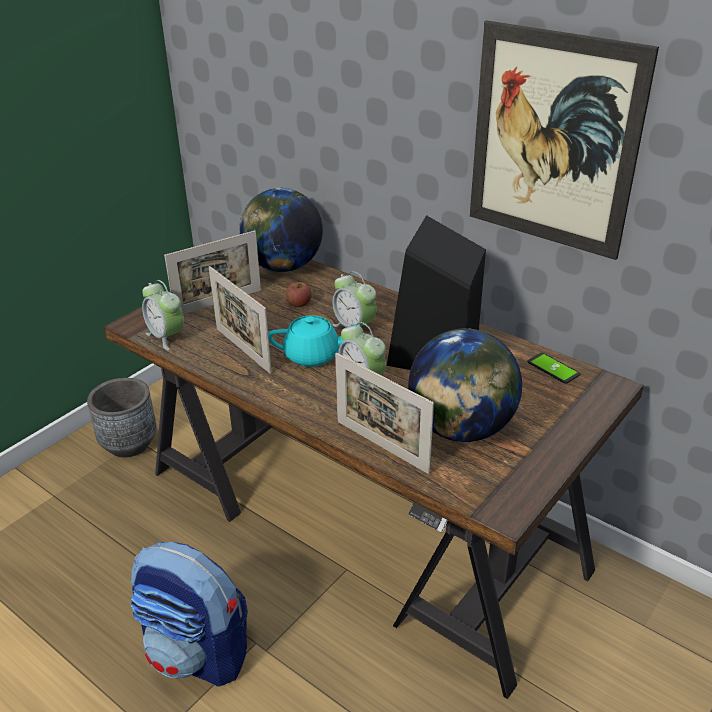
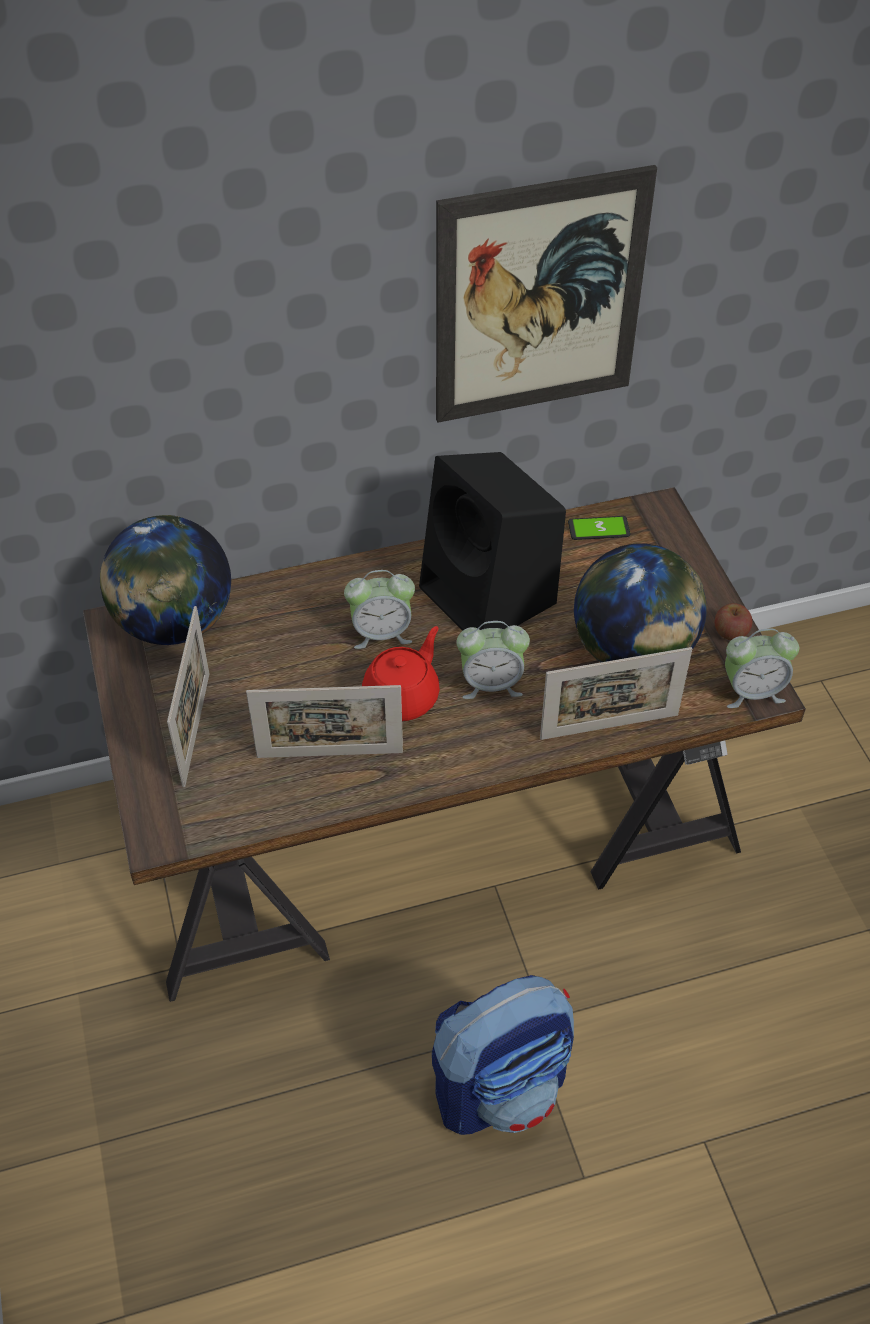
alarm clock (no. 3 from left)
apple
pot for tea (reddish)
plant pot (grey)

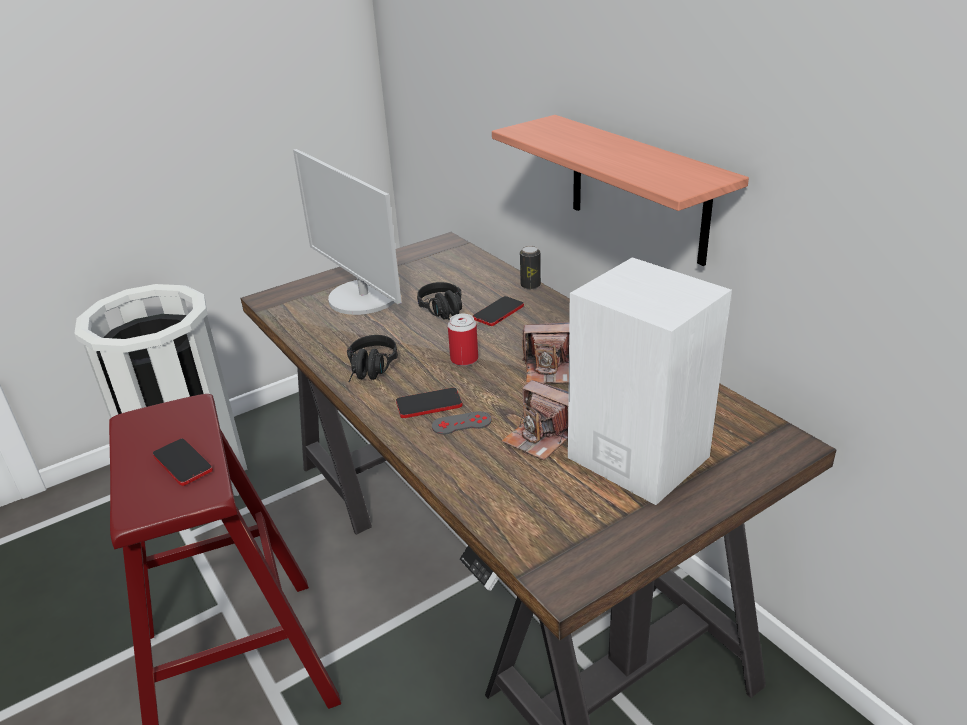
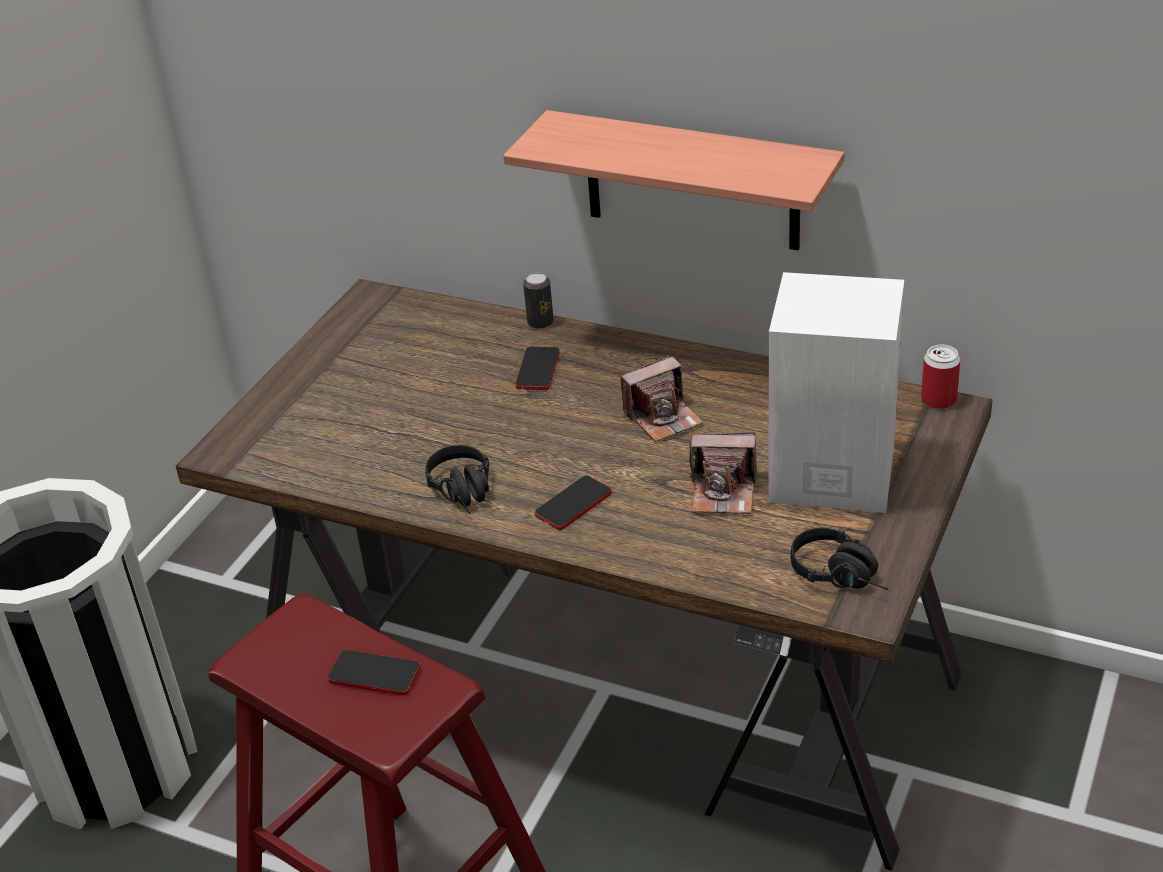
monitor
pair of headphones (black) (no. 2 from left)
metal can (no. 2 from left)
gamepad (grey)

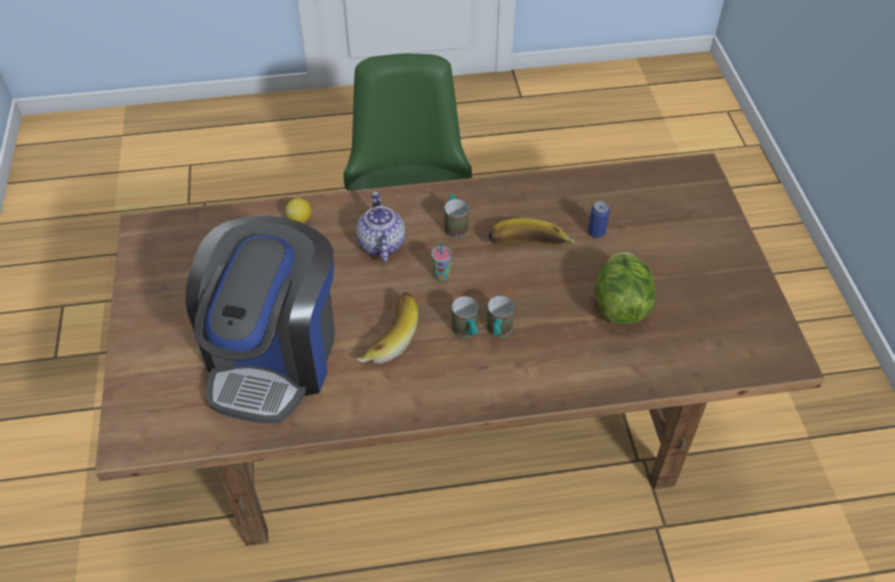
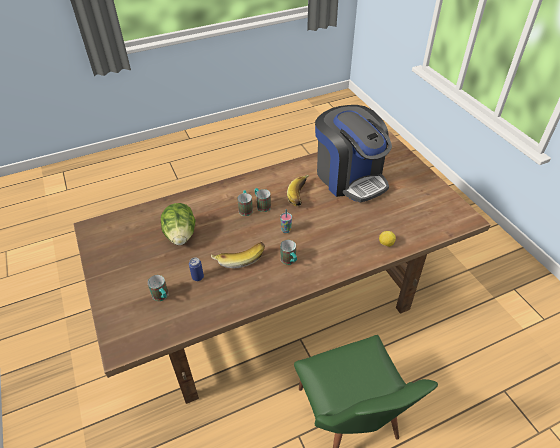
pot for tea
coffee machine
coffee mug (no. 1 from left)

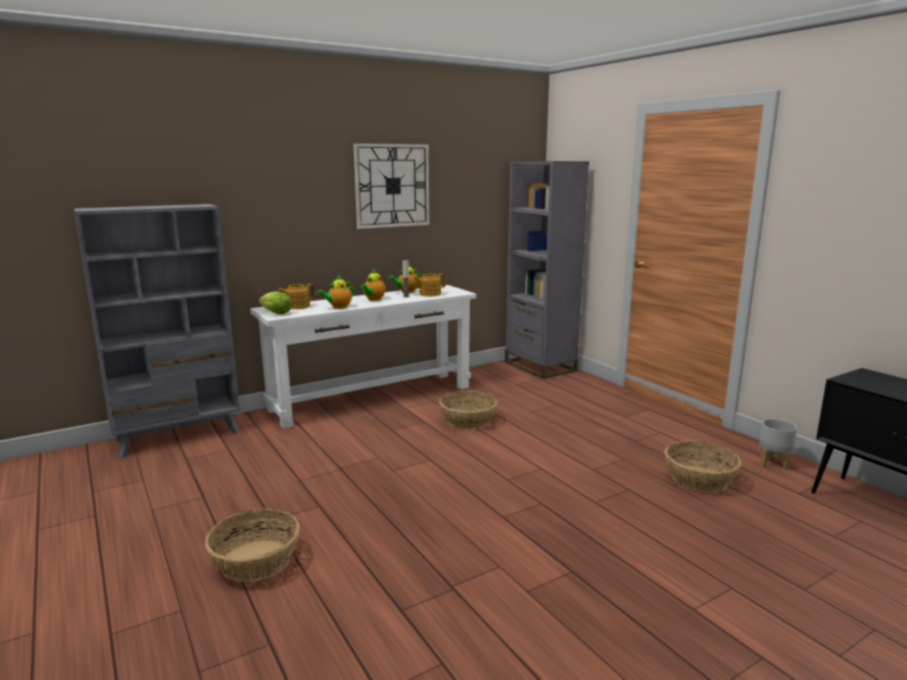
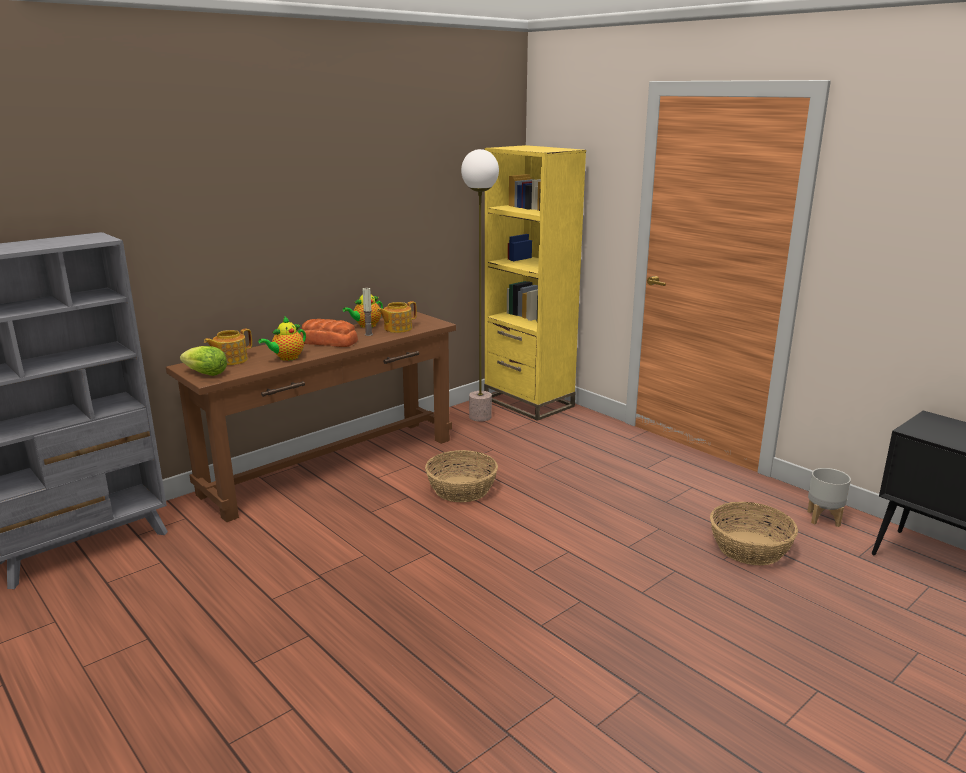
clock on the wall
bookcase (yellow-coloured)
baked bread
hall table (brown)
basket (no. 1 from left in the first image)
floor lamp

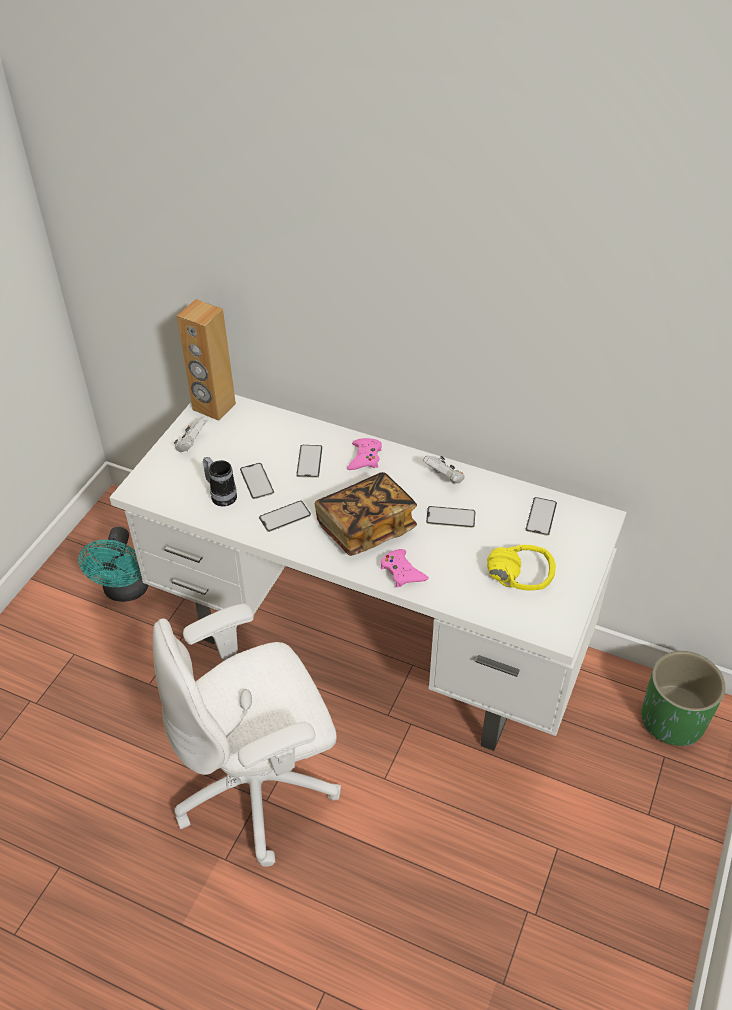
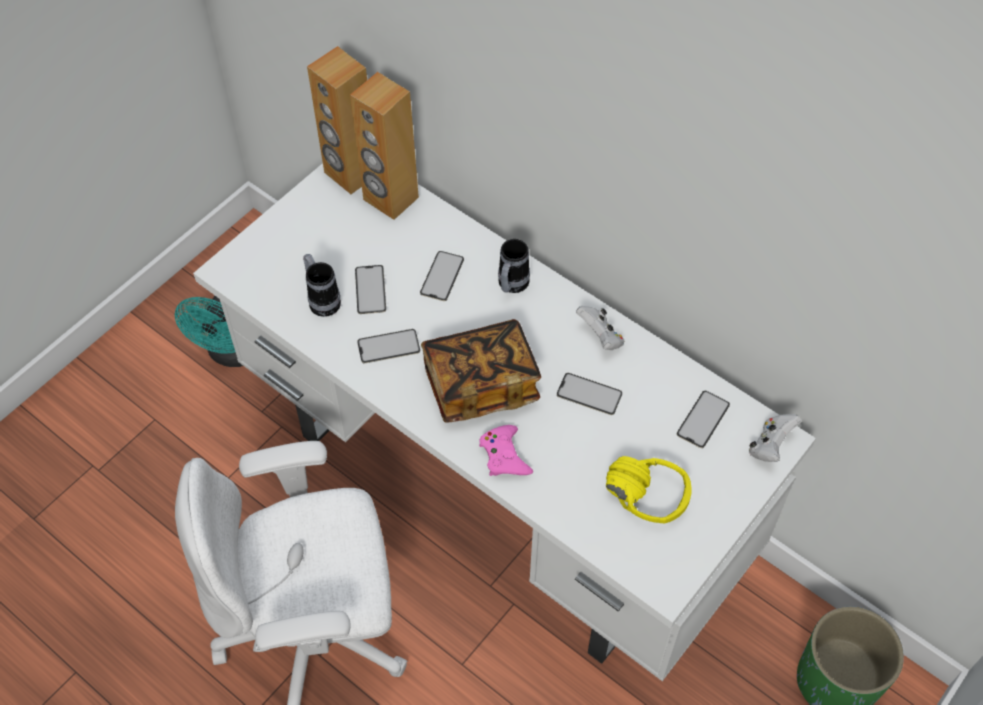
gamepad (whitish) (no. 2 from left)
coffee mug (no. 2 from left)
speaker (brown) (no. 2 from left)

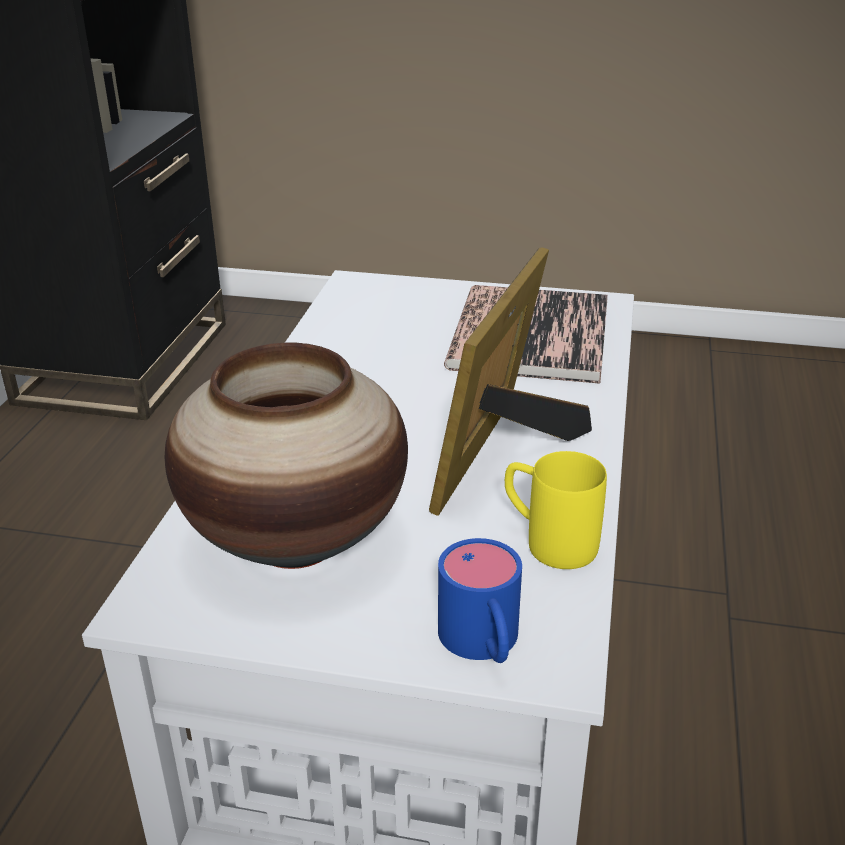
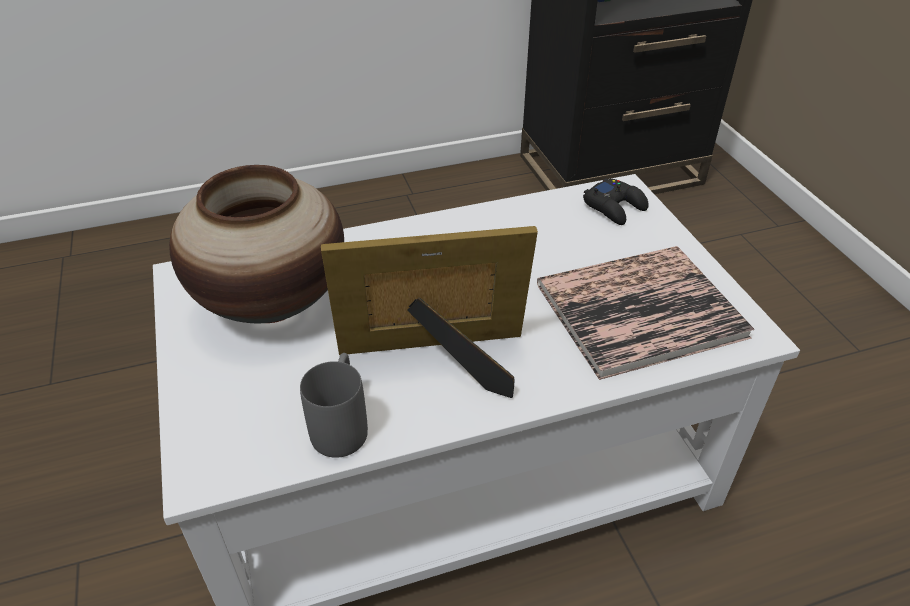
coffee mug (grey)
coffee mug (blue)
gamepad (black)

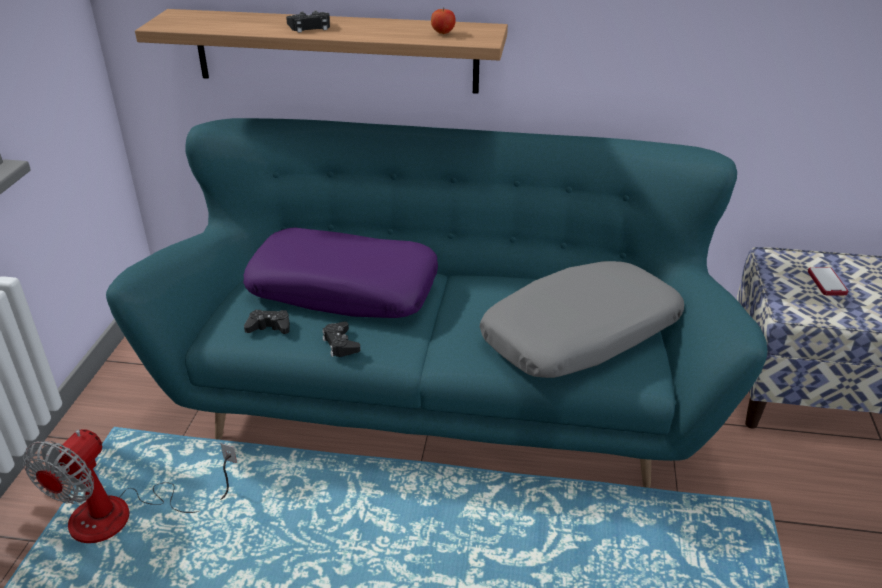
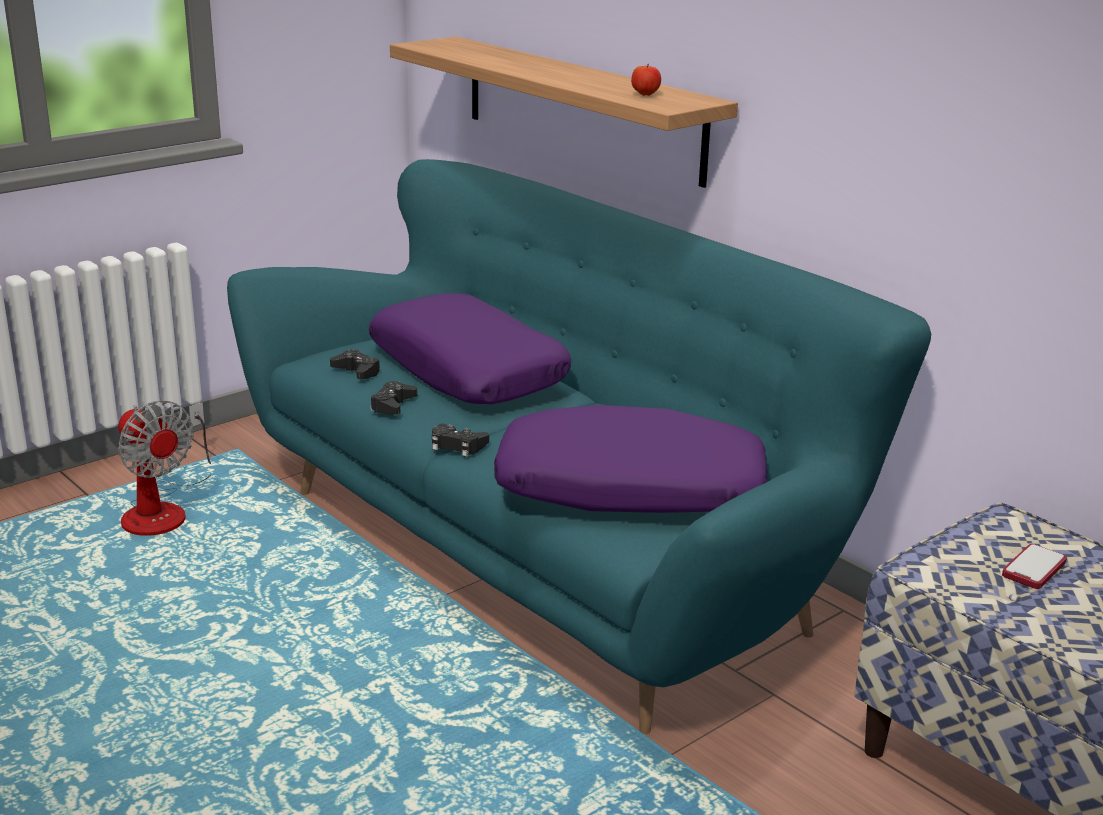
gamepad (black) (no. 3 from left)
pillow (purple) (no. 2 from left)
electric fan

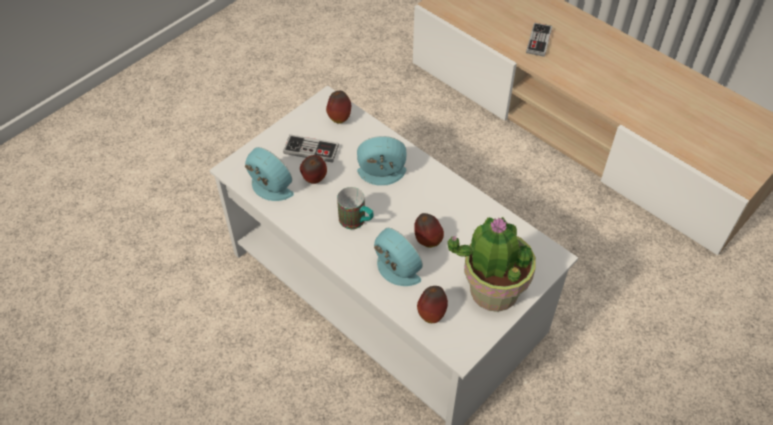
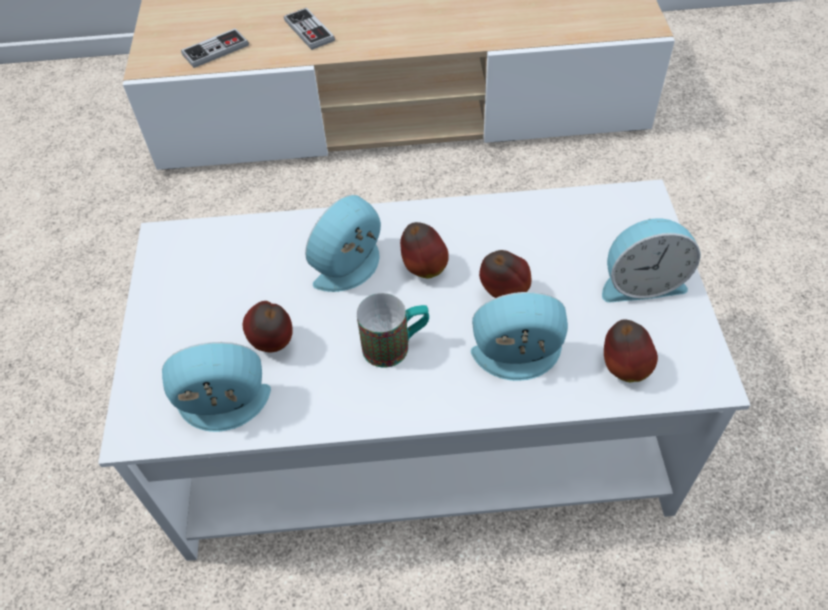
apple (no. 2 from left)
gamepad (no. 1 from left)
alarm clock (no. 4 from left)

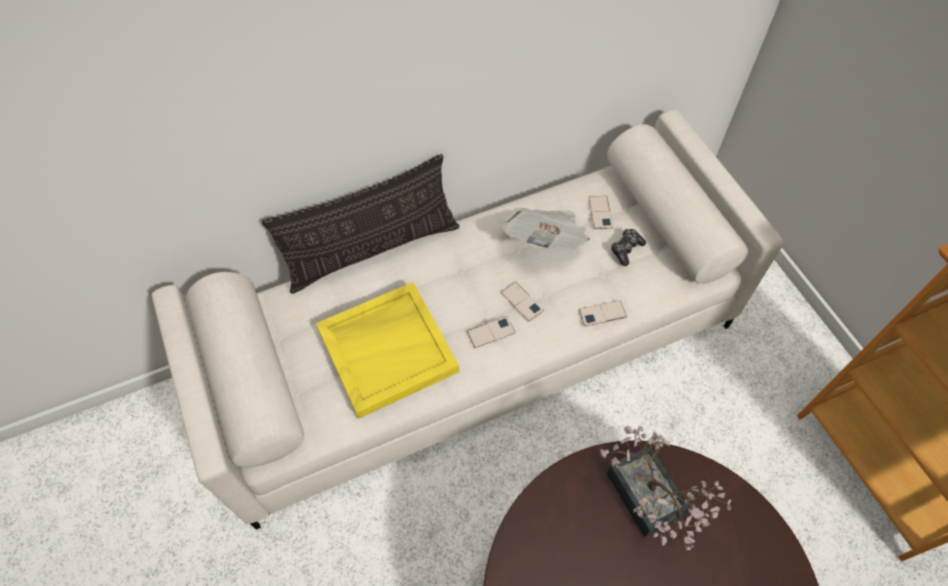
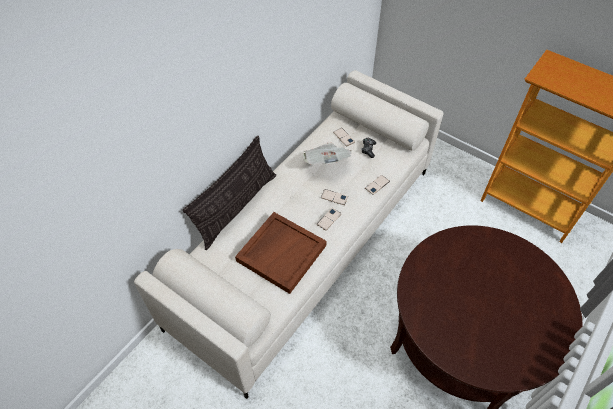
tray (brown)
plant in a pot

